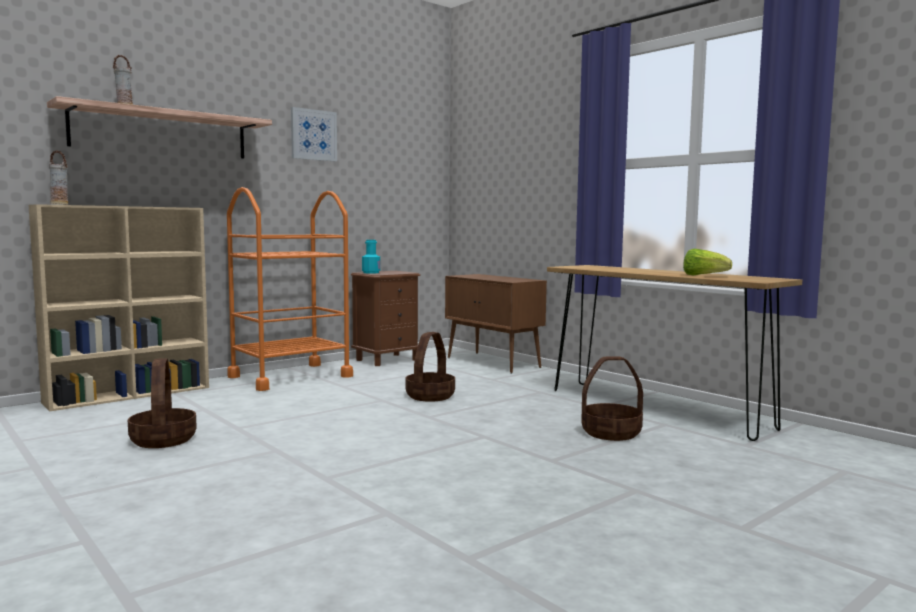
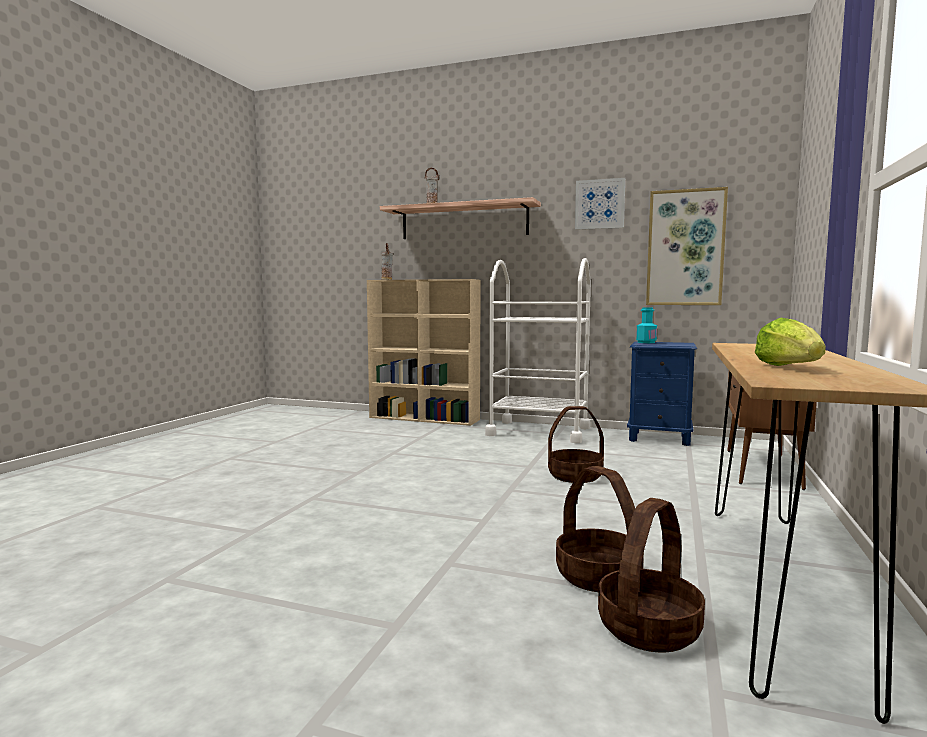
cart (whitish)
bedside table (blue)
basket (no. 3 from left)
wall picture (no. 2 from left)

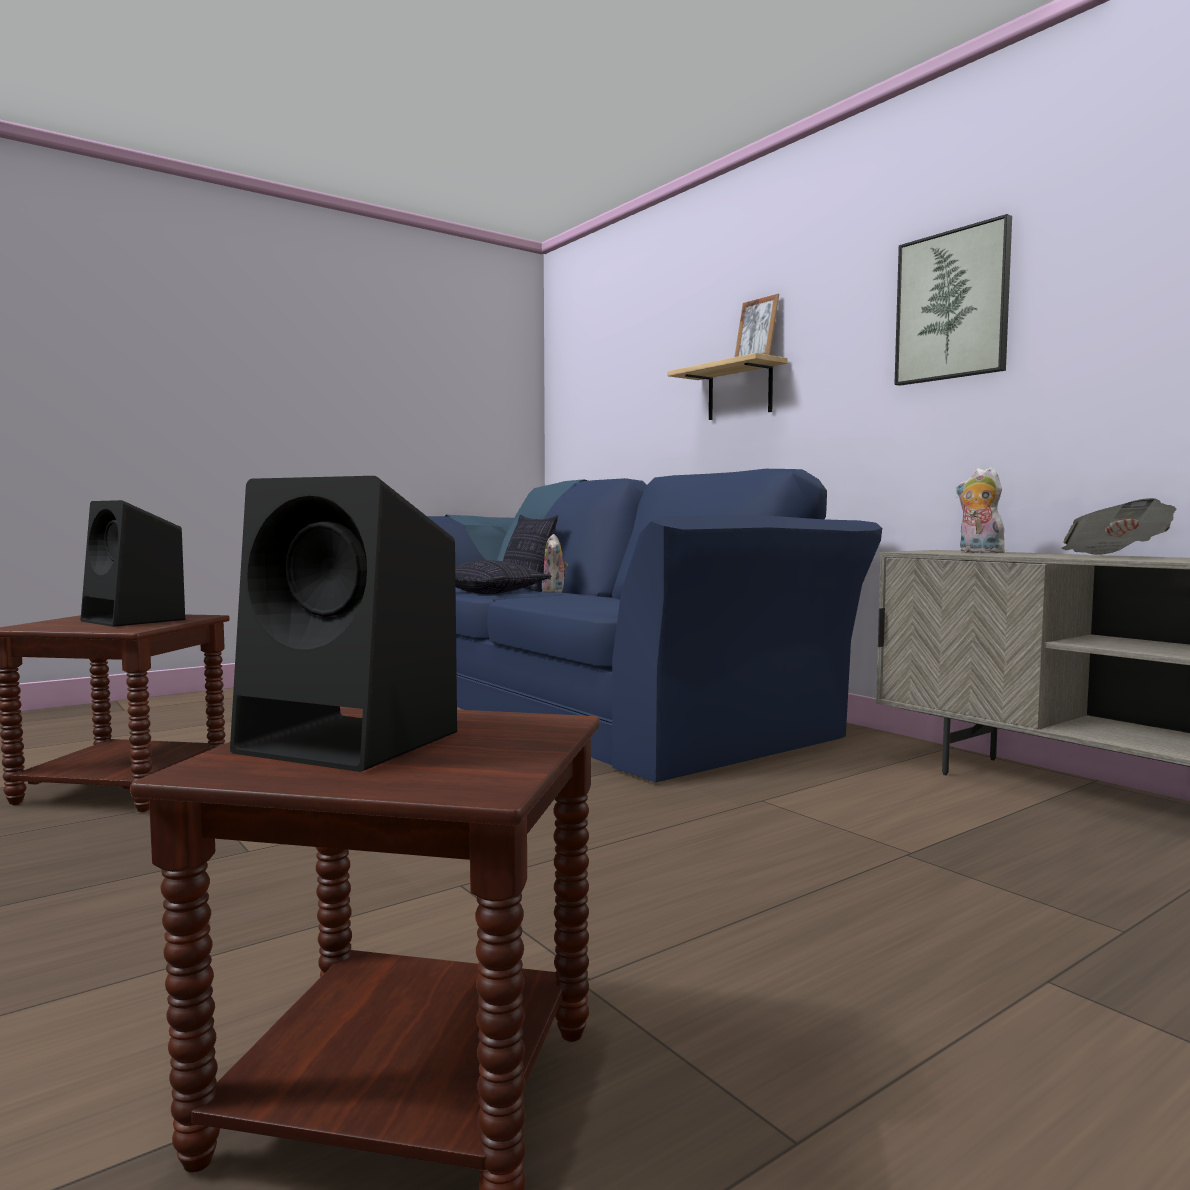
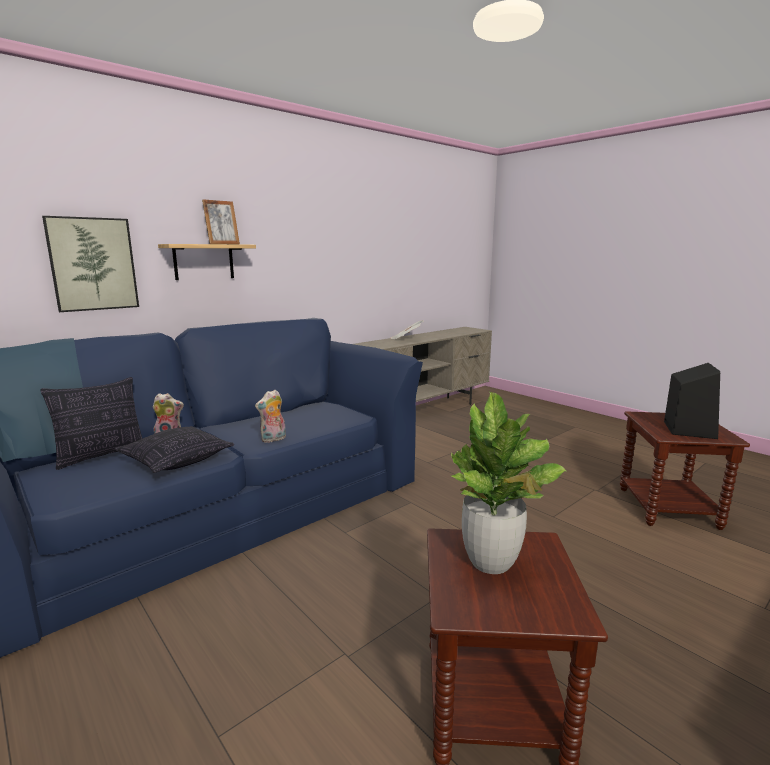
wall picture
soft toy (no. 2 from left)
plant in a pot

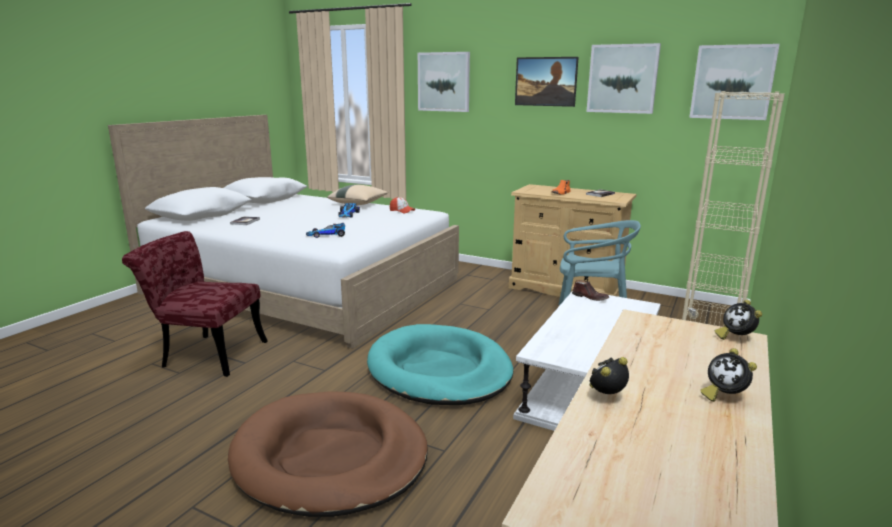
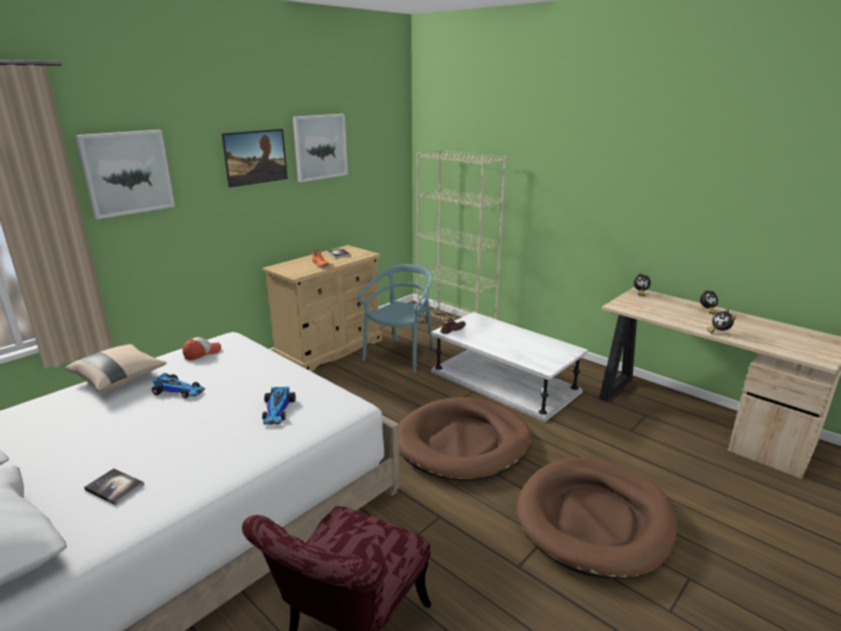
wall picture (no. 4 from left in the first image)
dog bed (brown) (no. 1 from left)

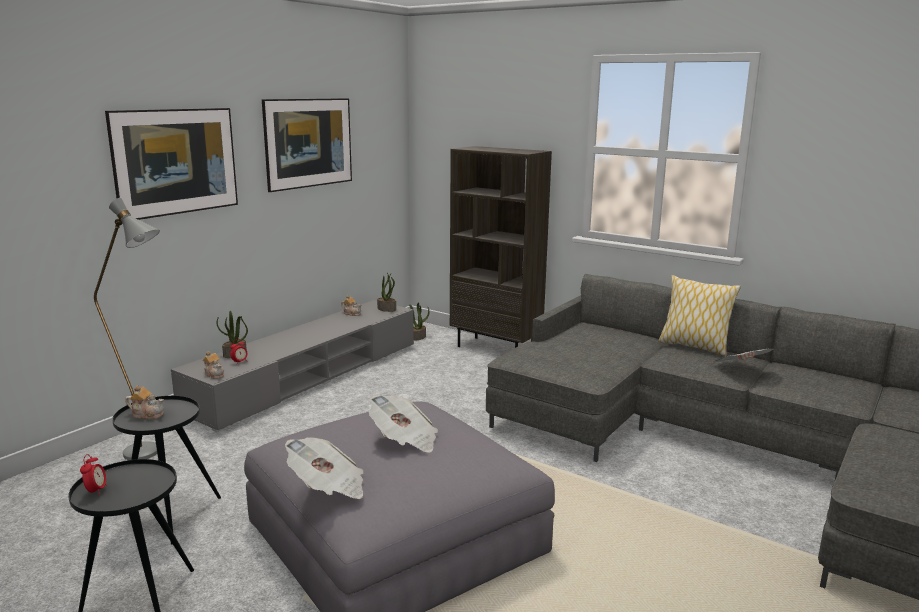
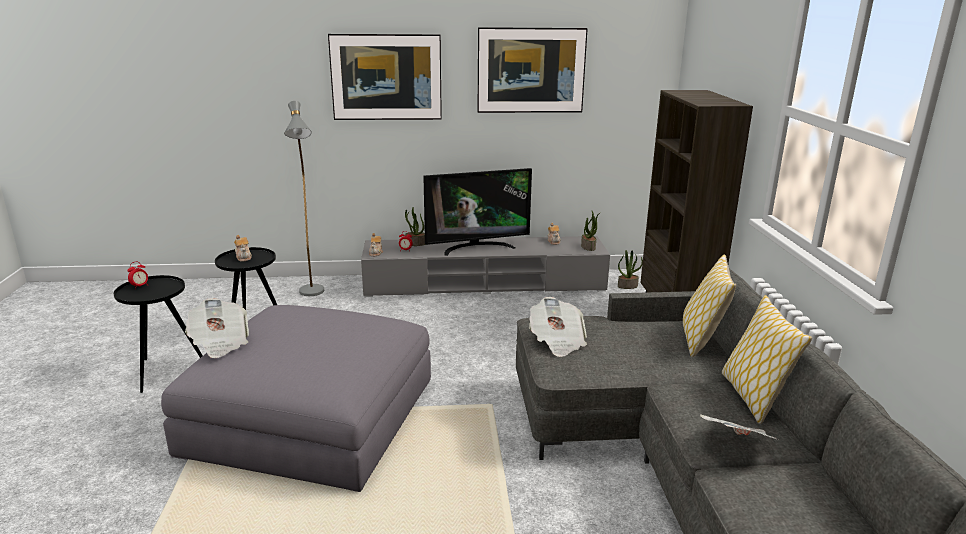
printed paper (no. 2 from left)
TV
pillow (no. 1 from left)

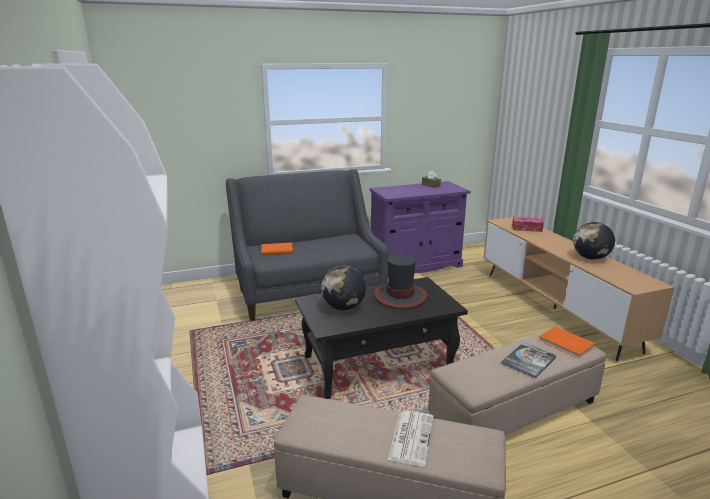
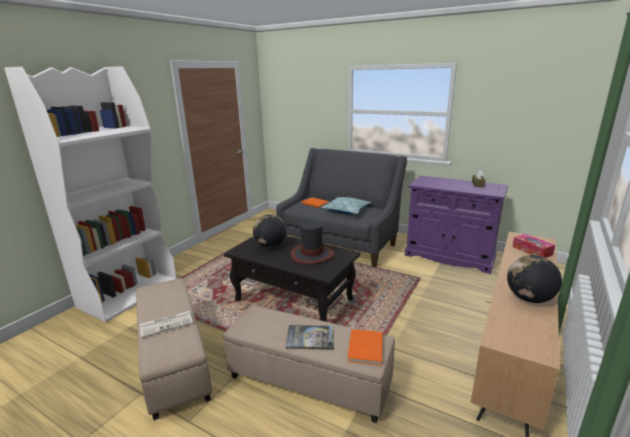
pillow

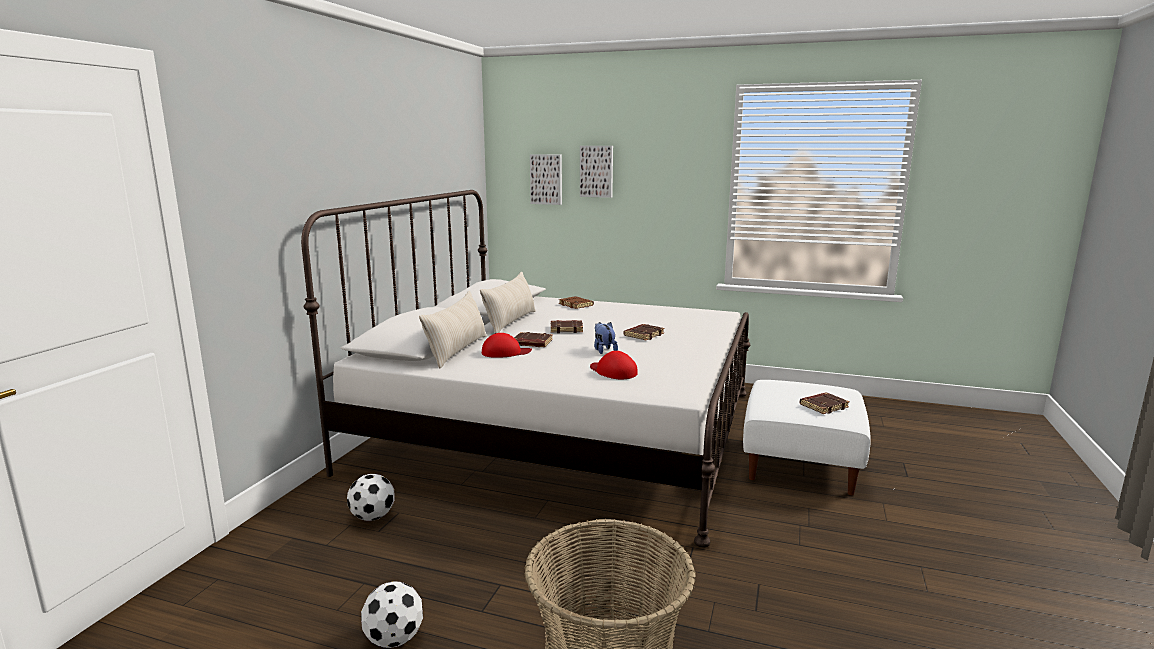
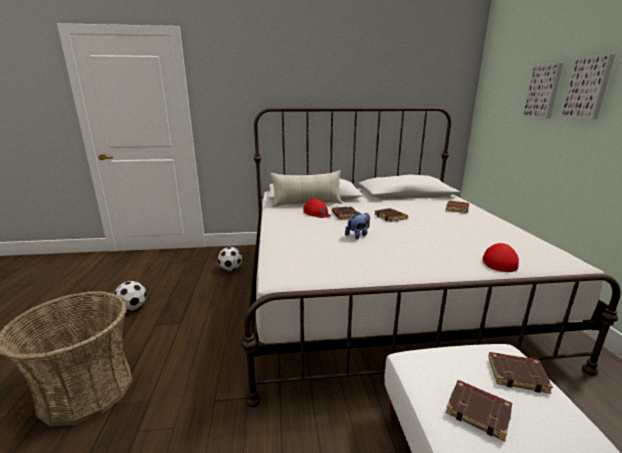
wall picture (no. 2 from left)
pillow (beige-coloured) (no. 2 from left in the first image)
volume (brown) (no. 5 from left)
baseball cap (reddish) (no. 2 from left)

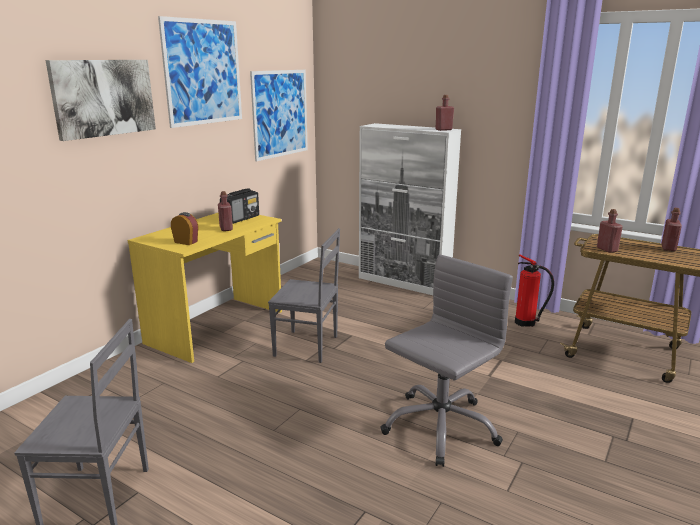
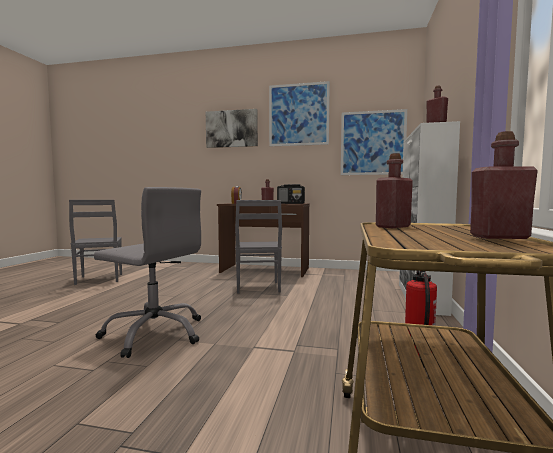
desk (brown)

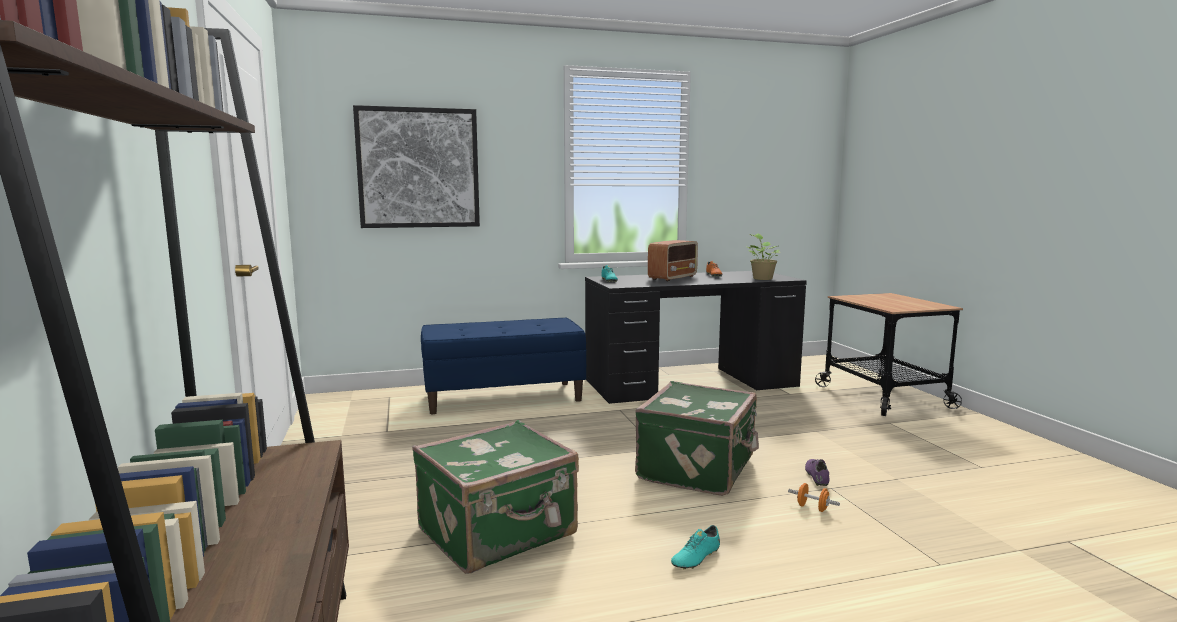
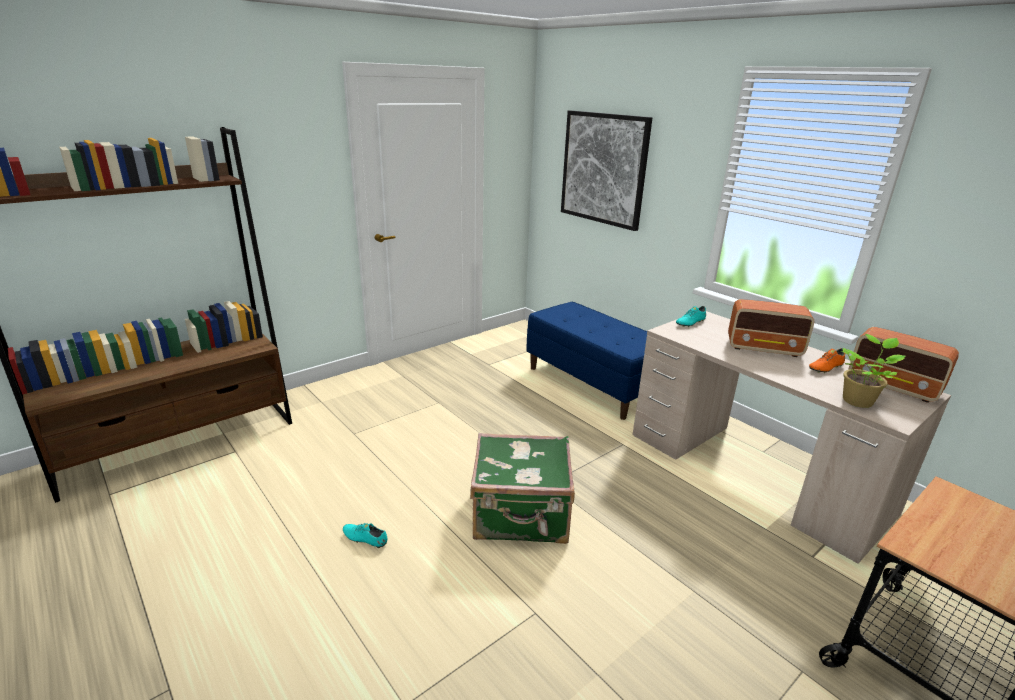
desk (beige-coloured)
suitcase (greenish) (no. 1 from left in the first image)
shoe (purple)
dumbbell (orange)
radio set (no. 2 from left)

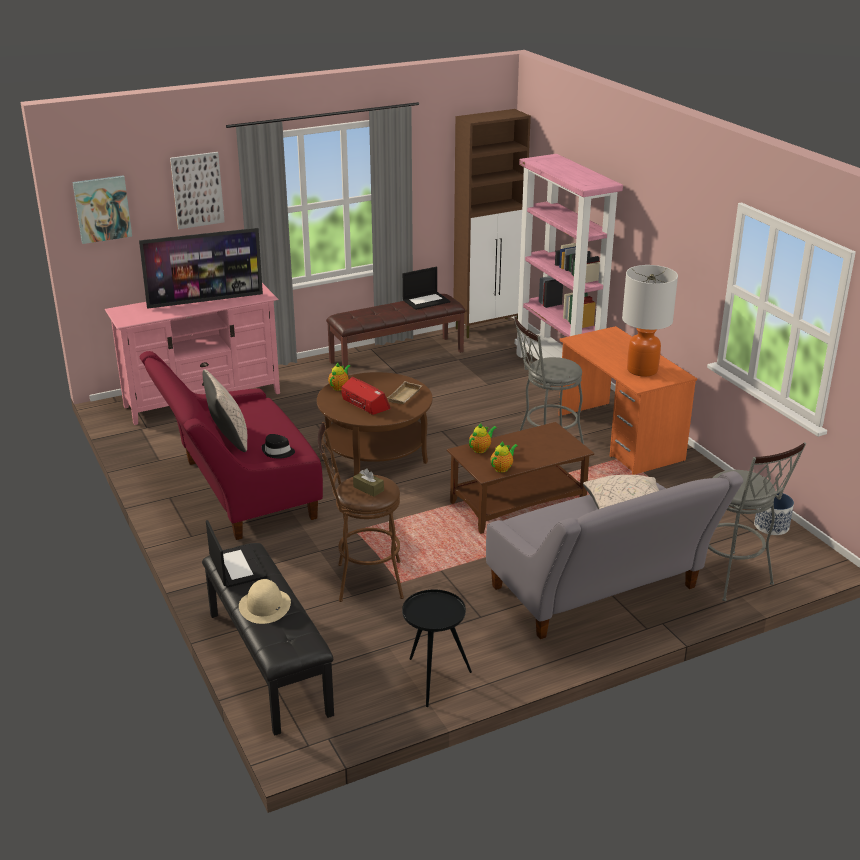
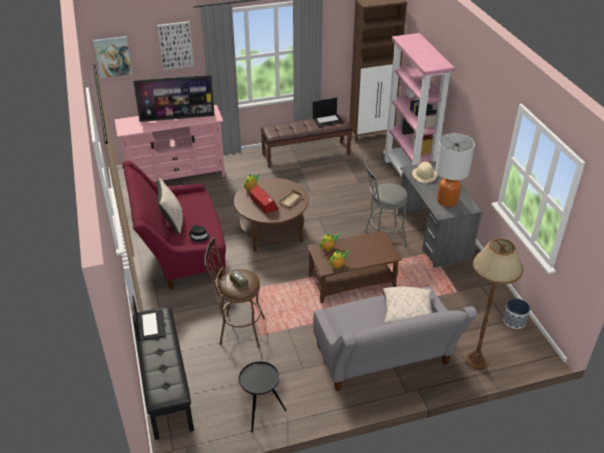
desk (grey)
floor lamp (brown)
hat (beige-coloured)

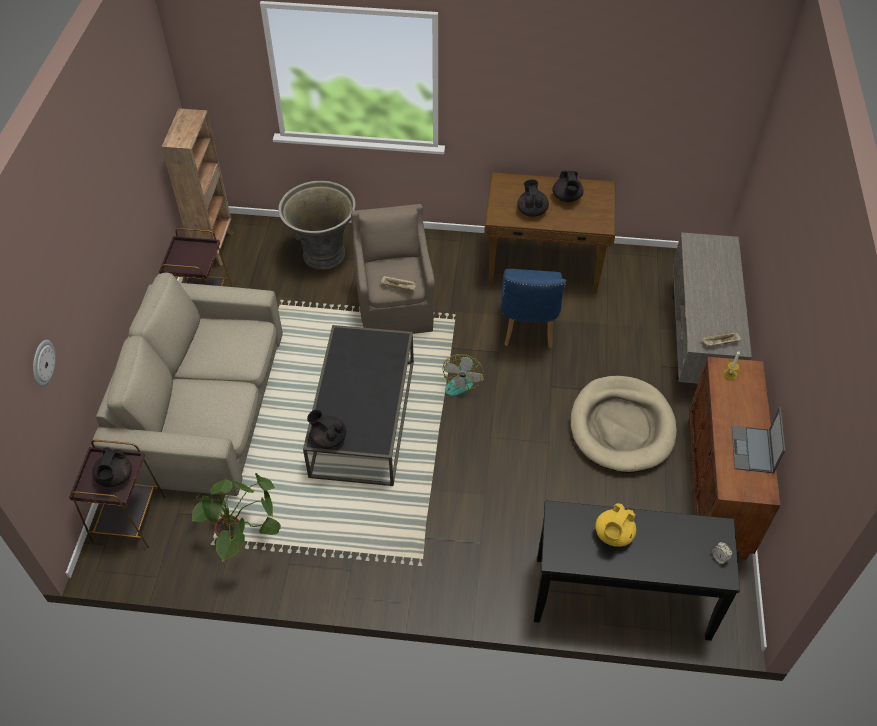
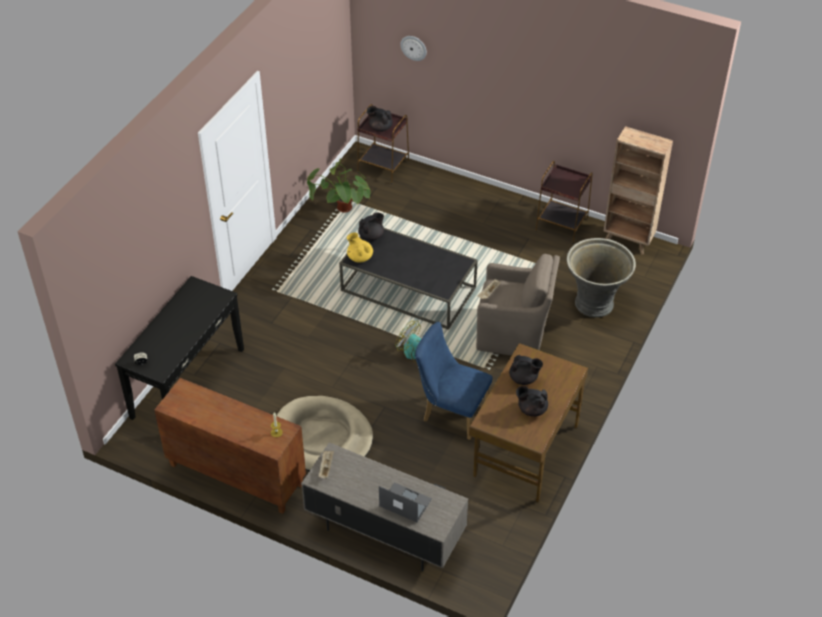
couch (beige-coloured)
notebook computer
pot for tea (yellow-coloured)

